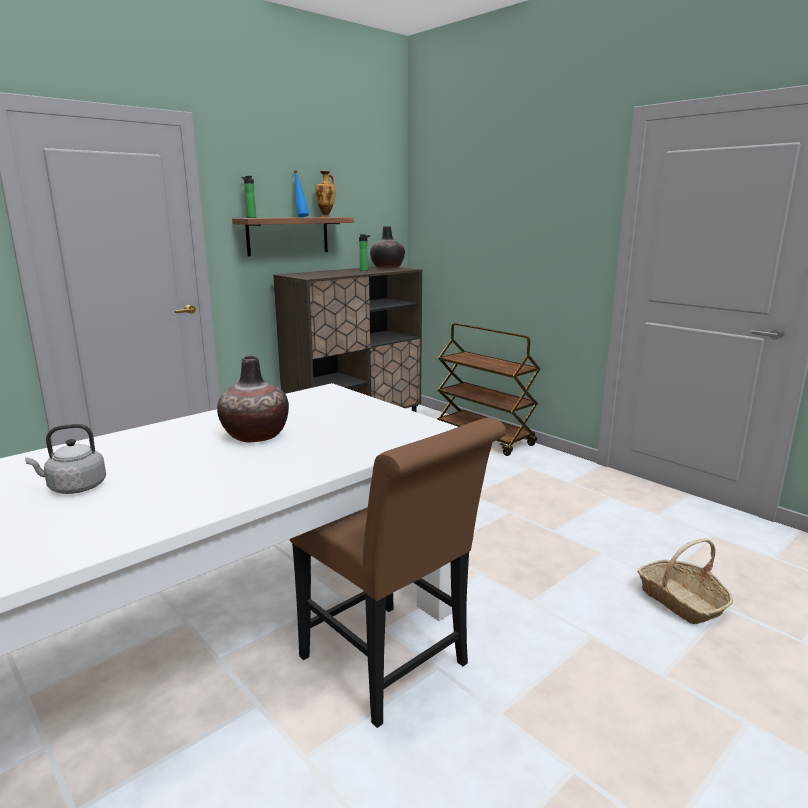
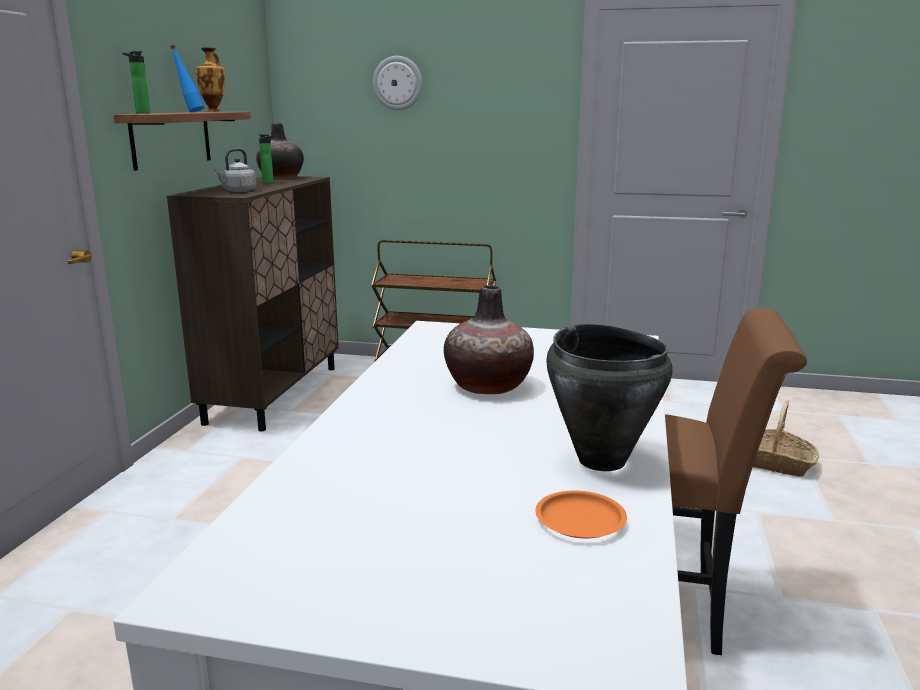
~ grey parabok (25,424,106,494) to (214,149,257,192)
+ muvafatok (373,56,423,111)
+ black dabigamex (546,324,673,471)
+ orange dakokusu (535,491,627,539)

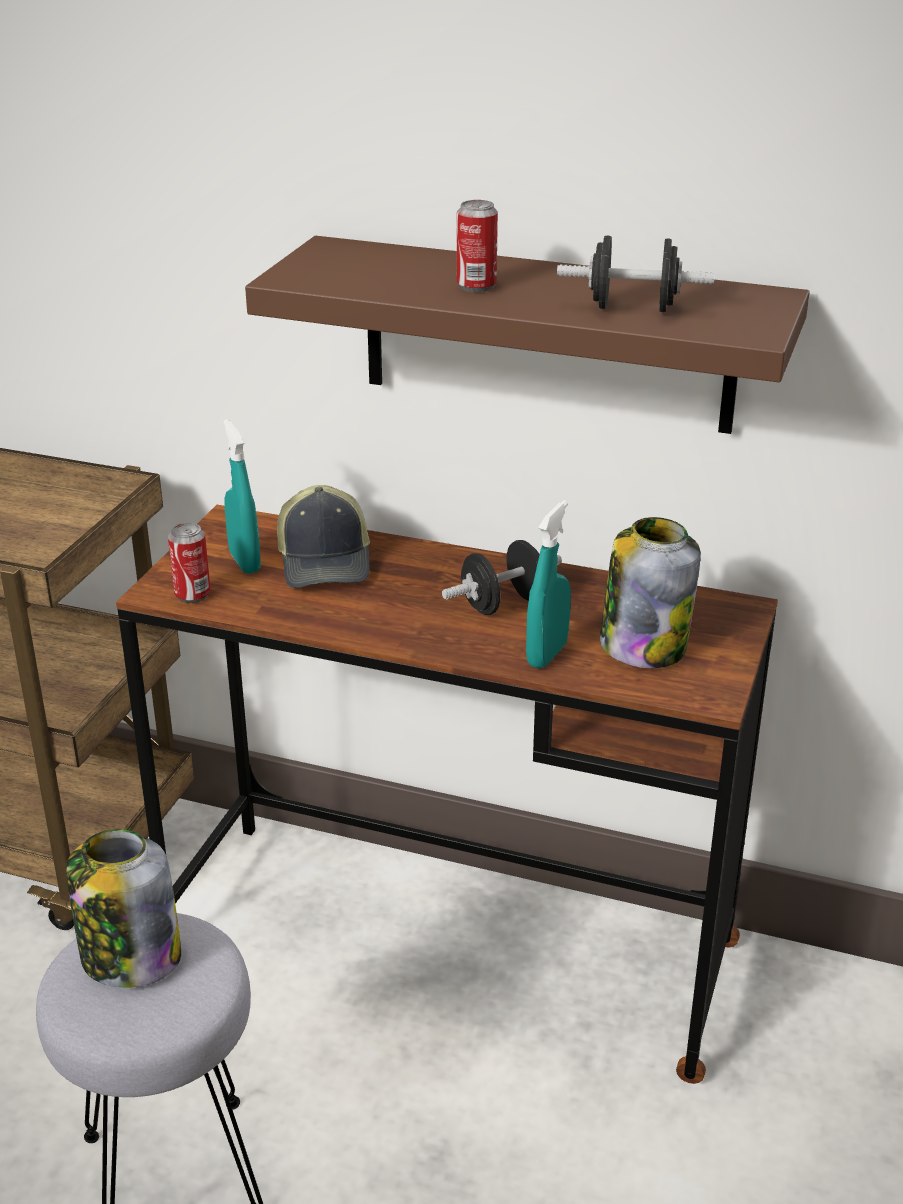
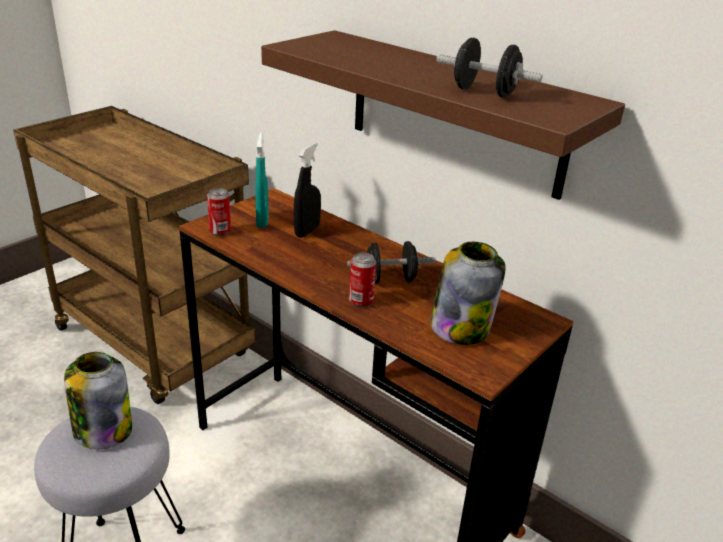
~ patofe (457,200,498,292) to (349,252,376,308)
~ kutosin (277,485,370,588) to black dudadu (294,143,321,238)
- turquoise dudadu (526,500,571,669)

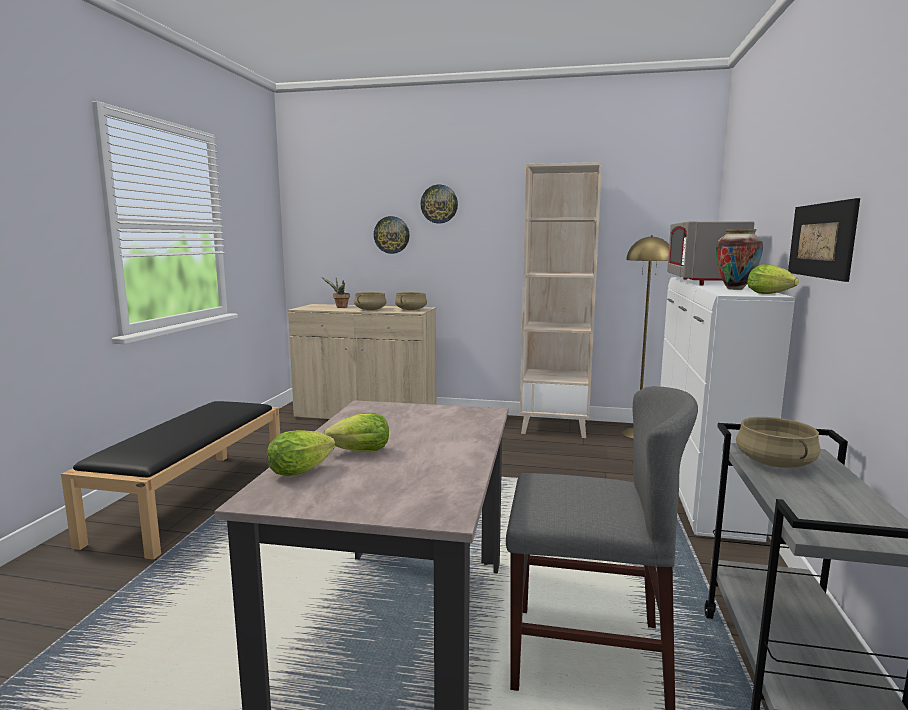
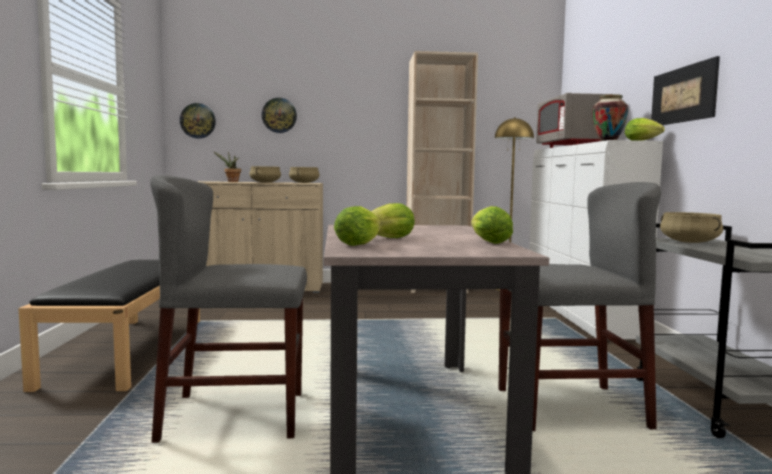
~ muvafatok (421,185,458,223) to (180,103,216,139)
+ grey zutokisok (150,175,307,443)
+ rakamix (471,206,513,244)

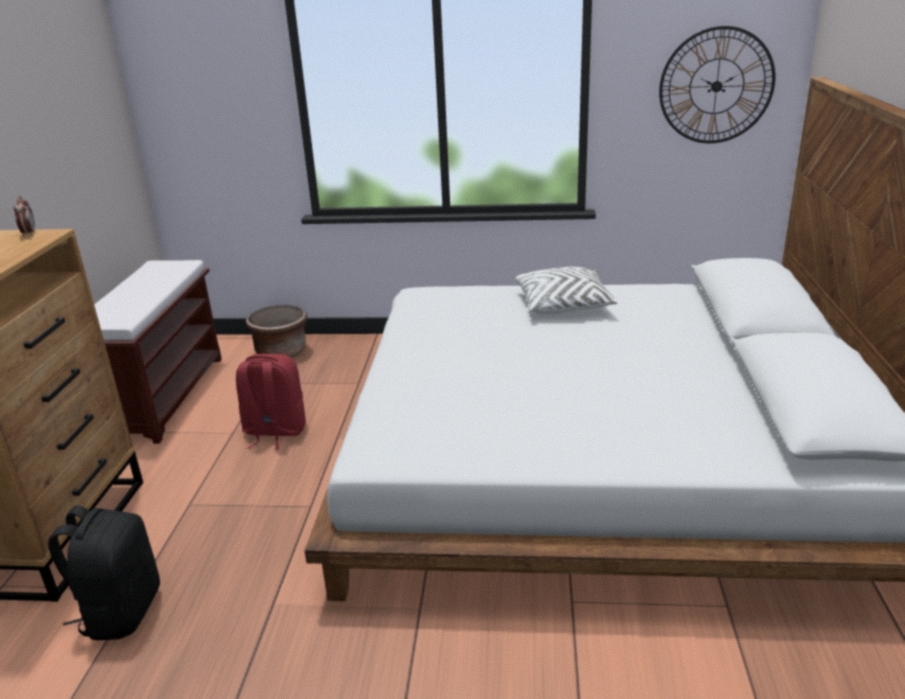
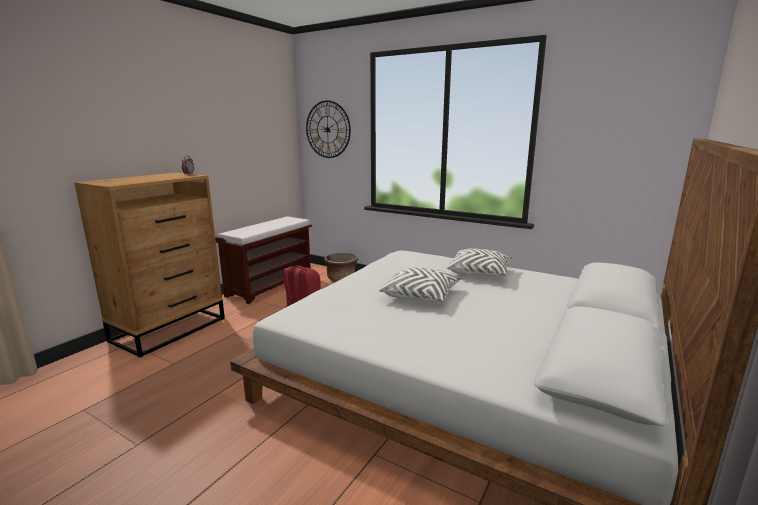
~ muvafatok (659,26,775,143) to (306,100,351,158)
- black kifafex (48,506,160,640)
+ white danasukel (379,267,462,302)

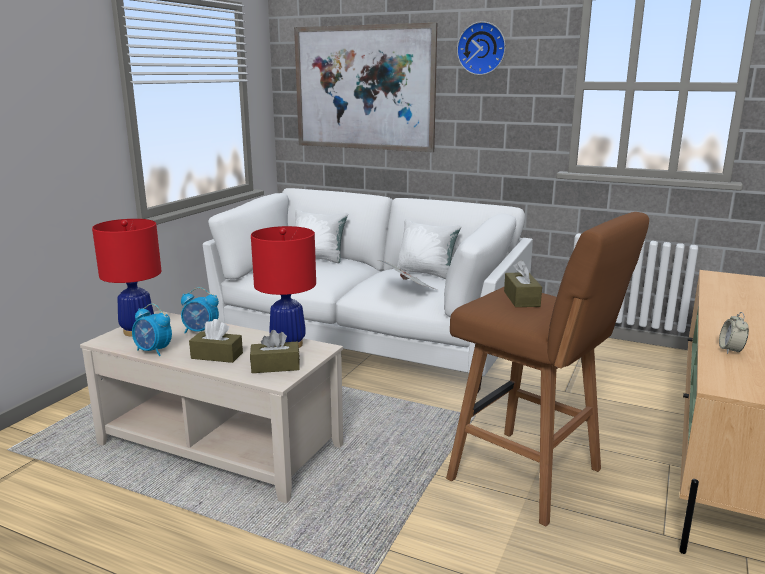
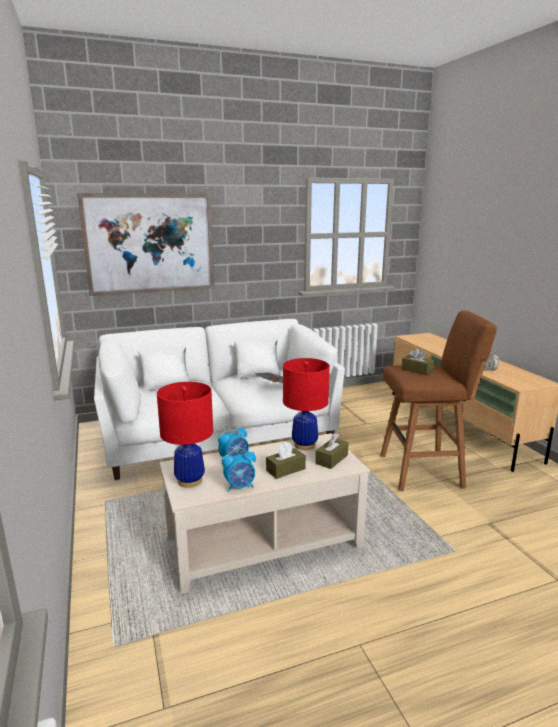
- muvafatok (457,21,506,75)

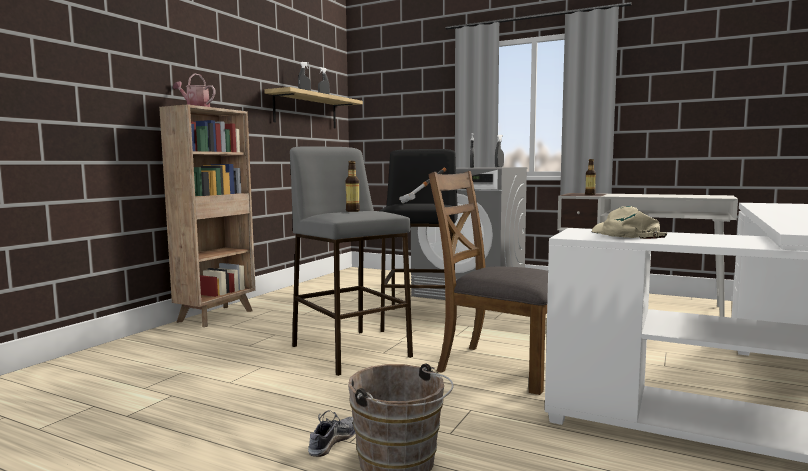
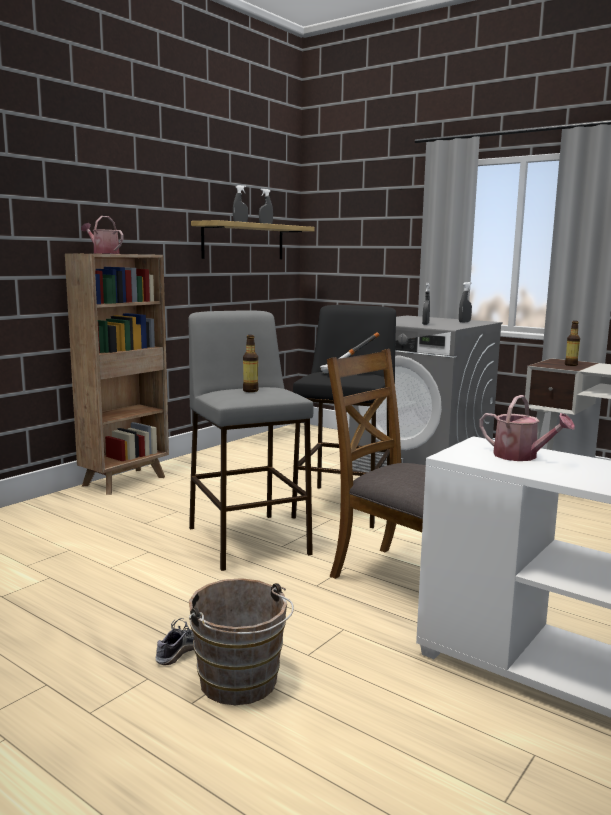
~ beige kutosin (592,206,667,239) to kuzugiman (479,395,575,461)

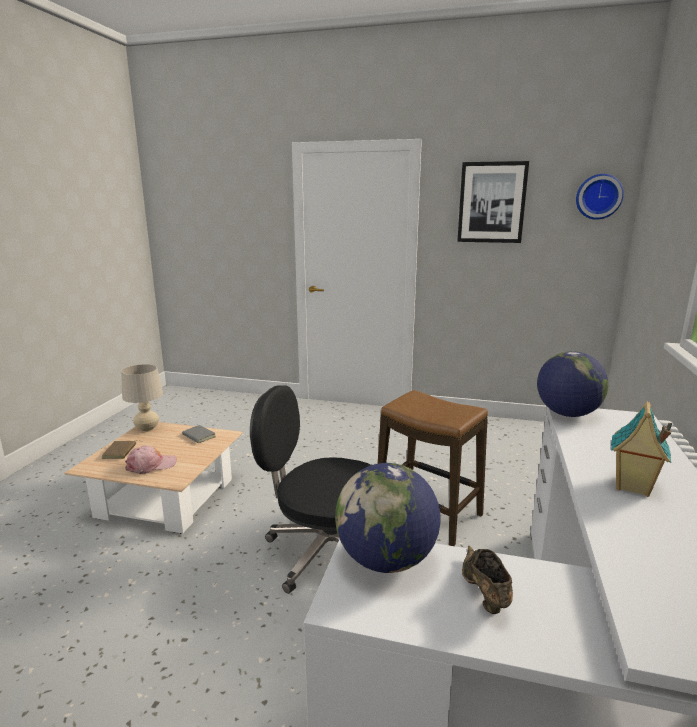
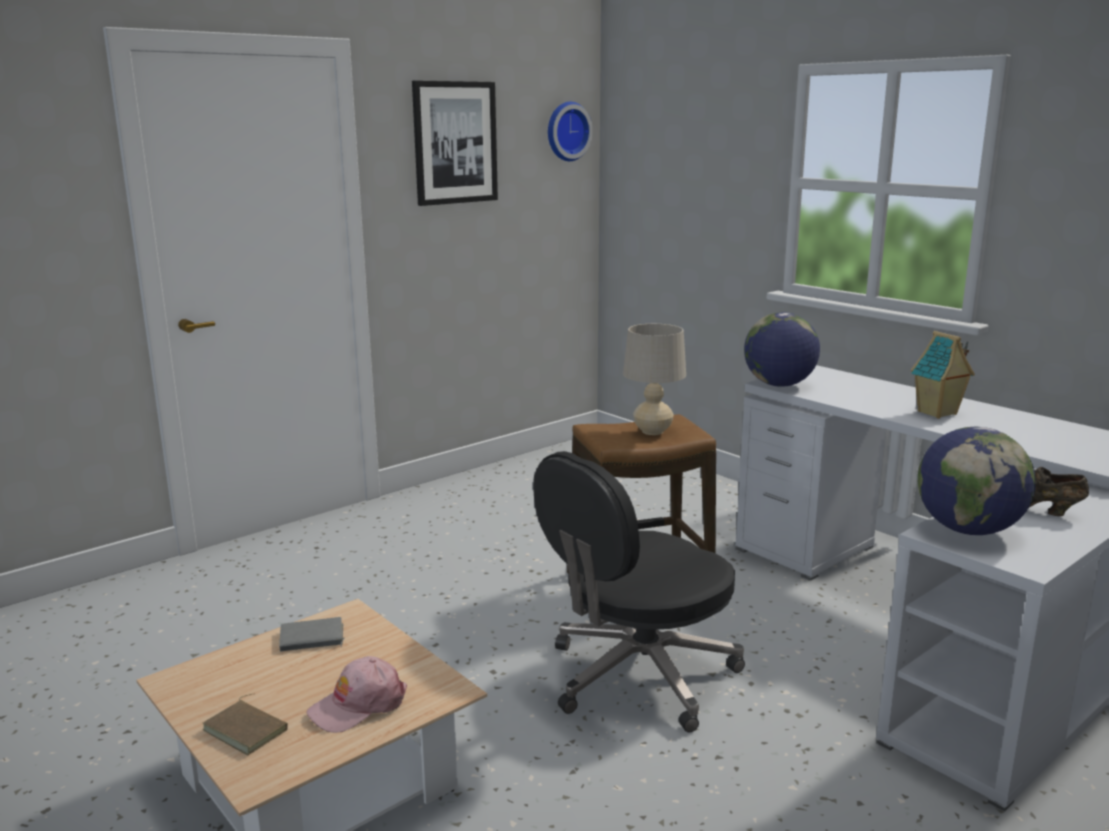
~ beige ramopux (121,364,163,432) to (623,324,686,435)
~ pink kutosin (125,445,177,474) = (307,656,407,733) 135 degrees counterclockwise

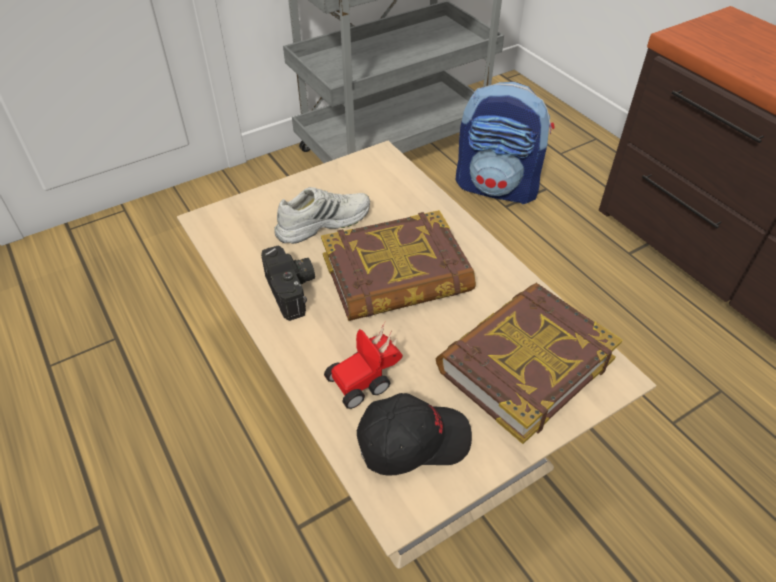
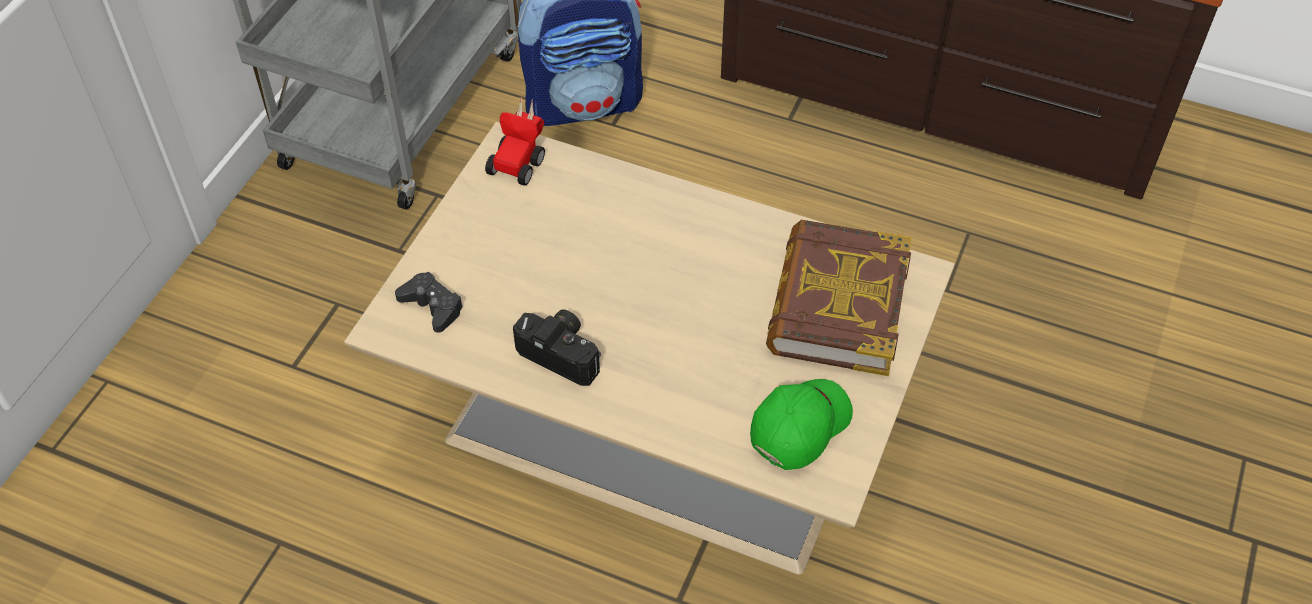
- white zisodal (274,187,370,244)
- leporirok (321,210,476,321)
~ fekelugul (324,322,403,409) to (485,94,545,186)
~ black kutosin (357,393,472,475) to green kutosin (750,379,853,470)
+ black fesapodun (395,272,463,333)

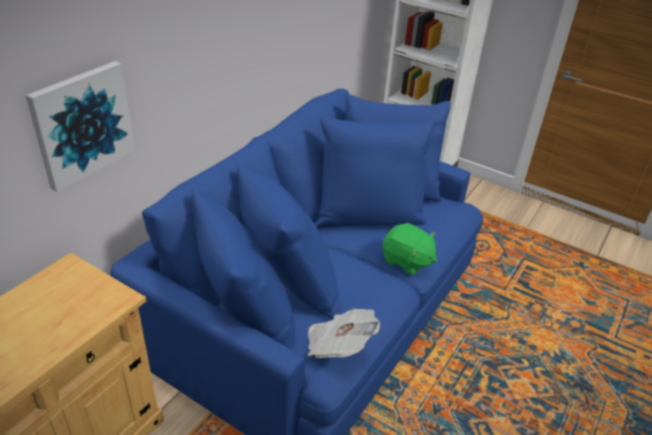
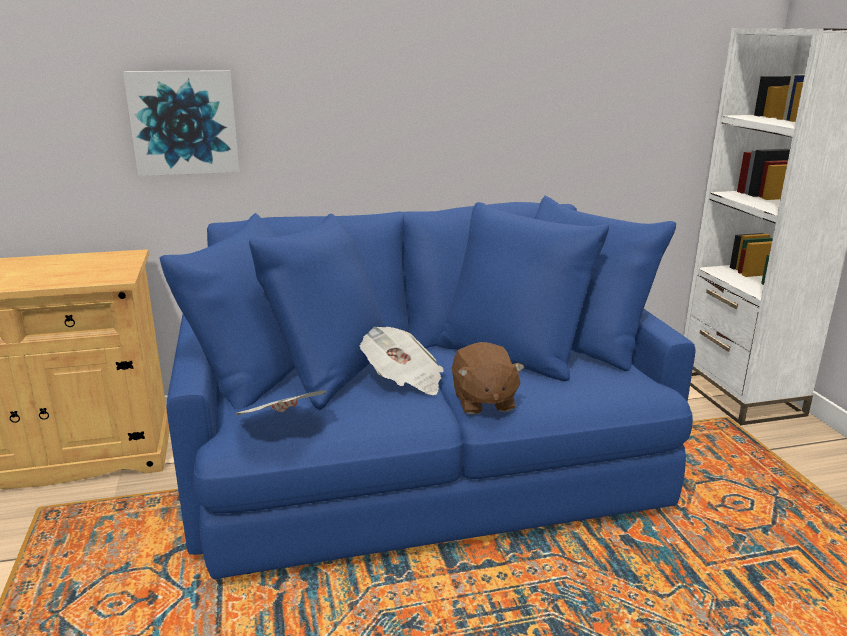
~ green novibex (382,223,437,276) to brown novibex (452,342,524,414)
+ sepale (360,327,444,395)

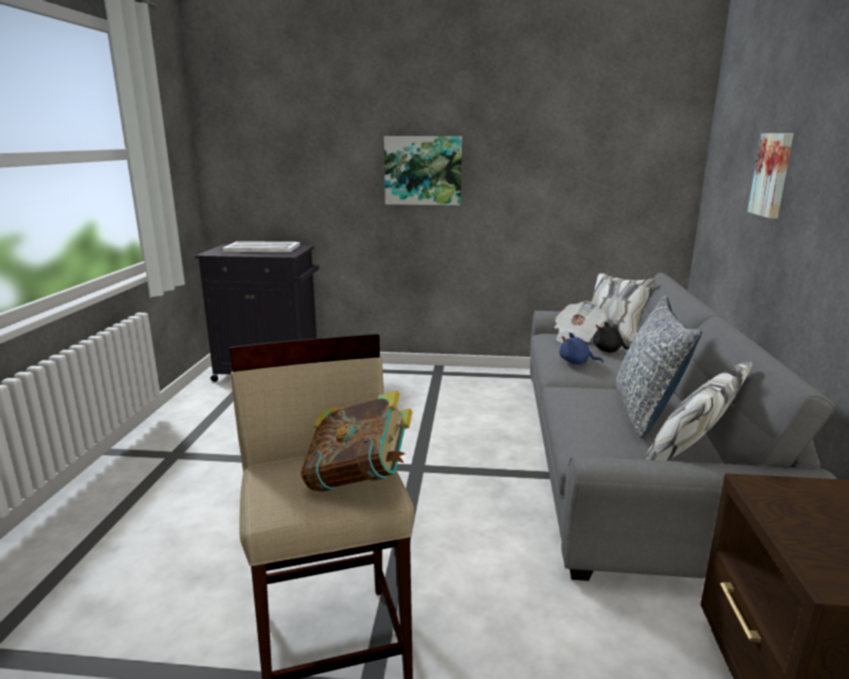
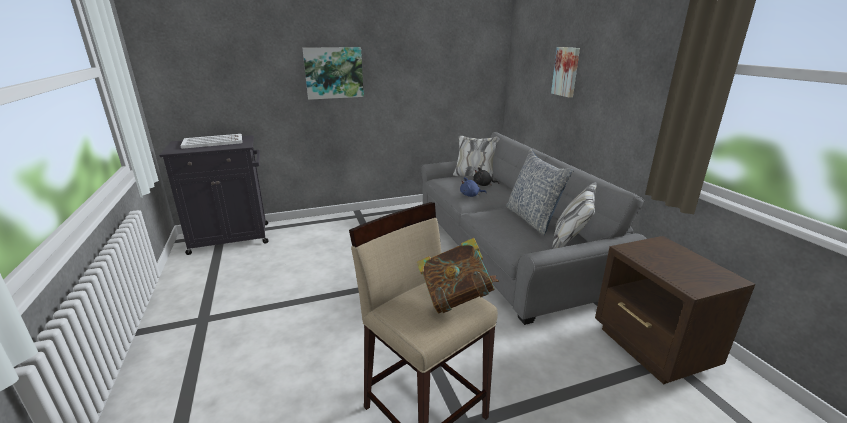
- sepale (554,301,608,343)

